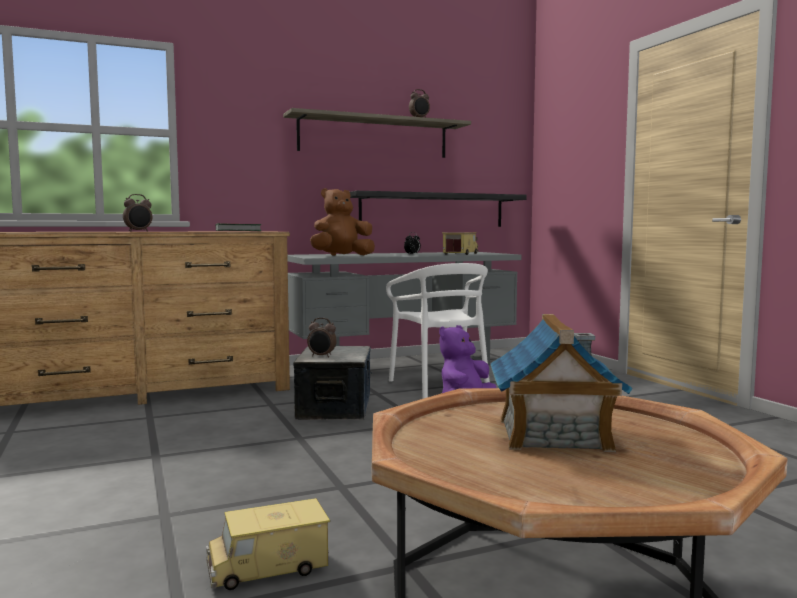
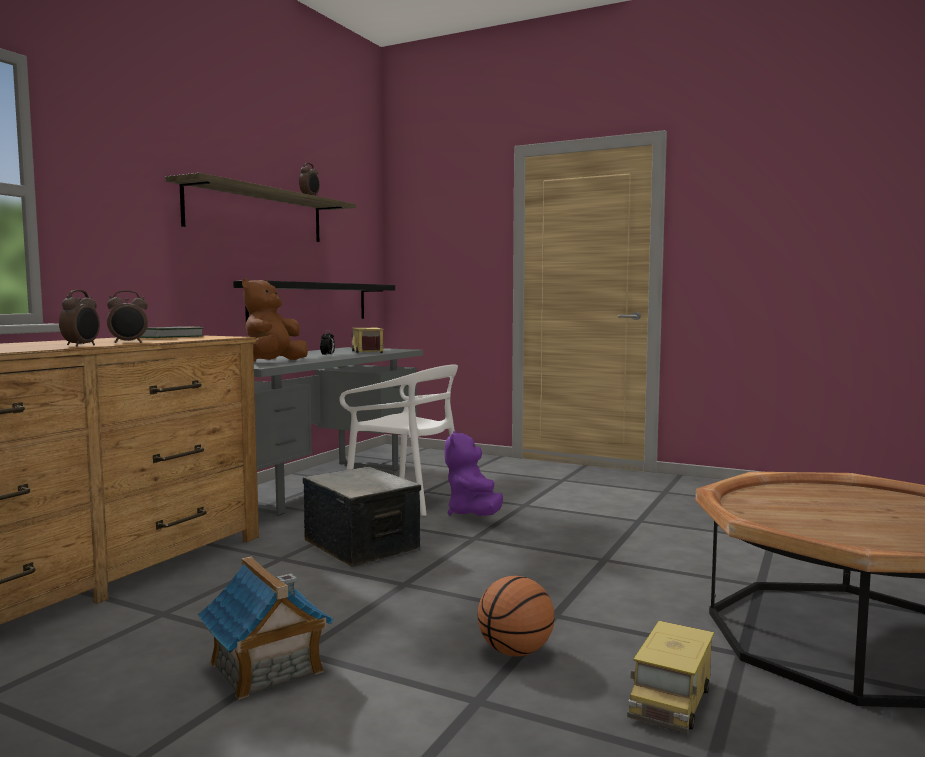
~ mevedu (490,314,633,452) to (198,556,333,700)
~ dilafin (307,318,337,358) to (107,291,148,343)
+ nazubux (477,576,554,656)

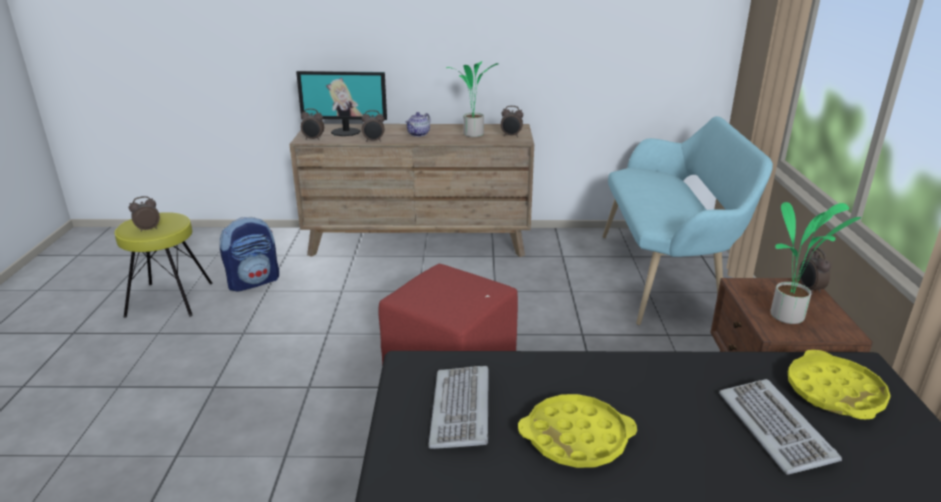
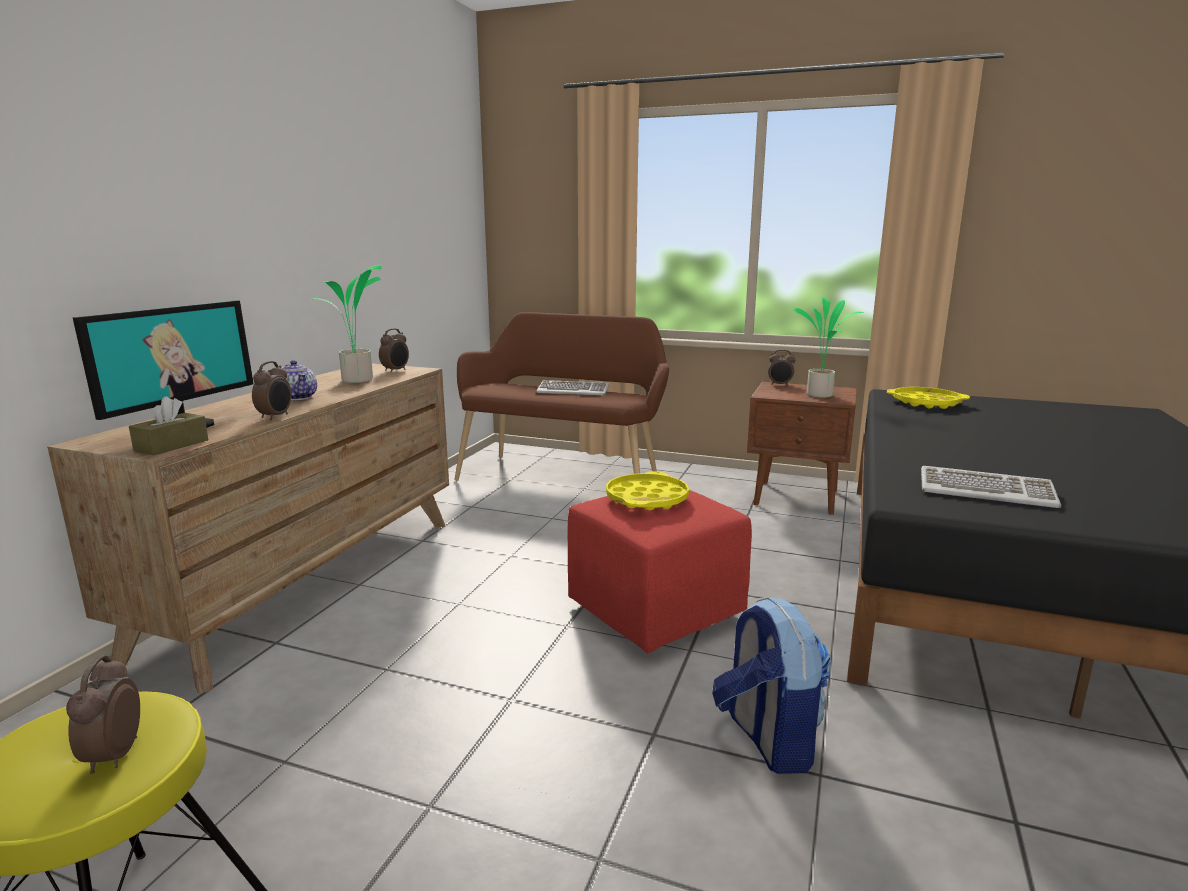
~ dilafin (301,108,324,140) to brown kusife (129,396,209,455)
~ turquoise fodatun (602,116,773,325) to brown fodatun (454,312,669,481)
~ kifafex (220,217,279,291) to (712,598,831,774)
~ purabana (719,379,842,475) to (536,380,609,395)
~ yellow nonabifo (518,394,637,468) to (606,471,689,510)

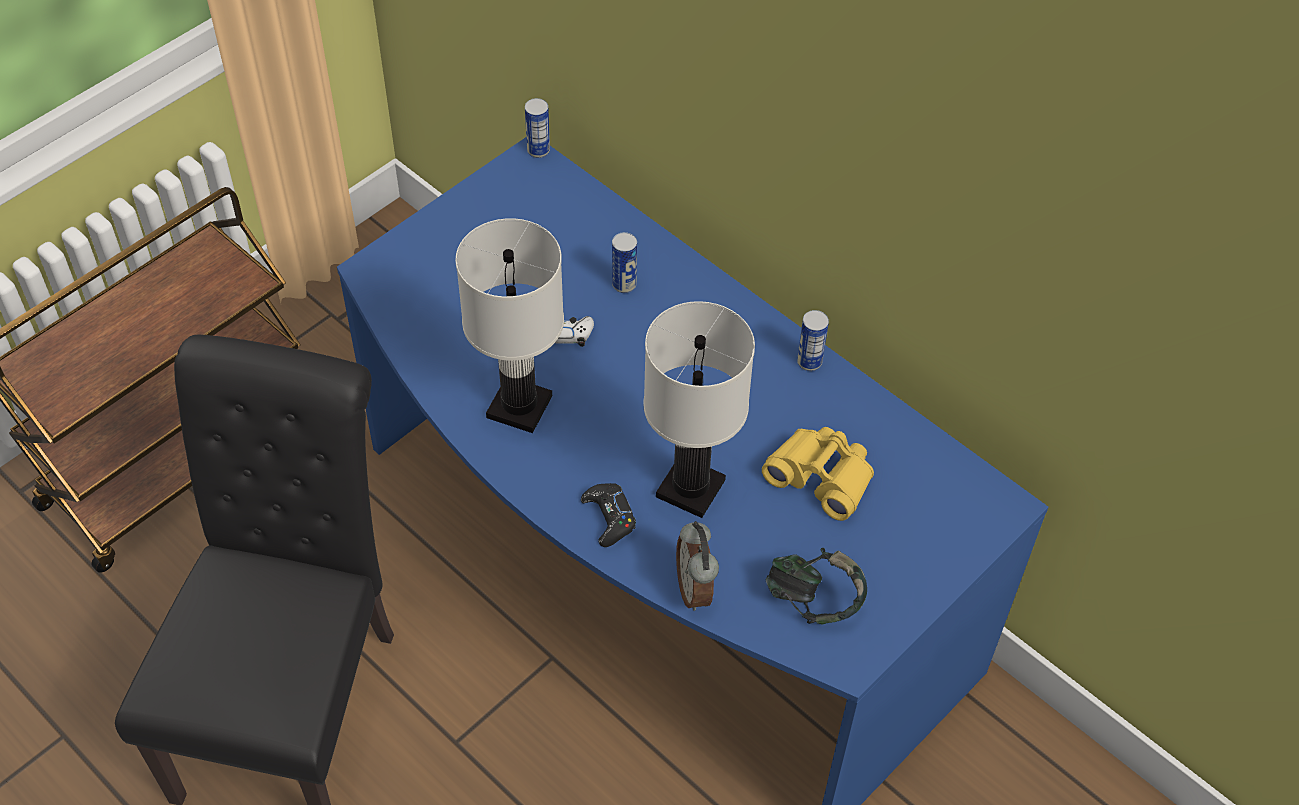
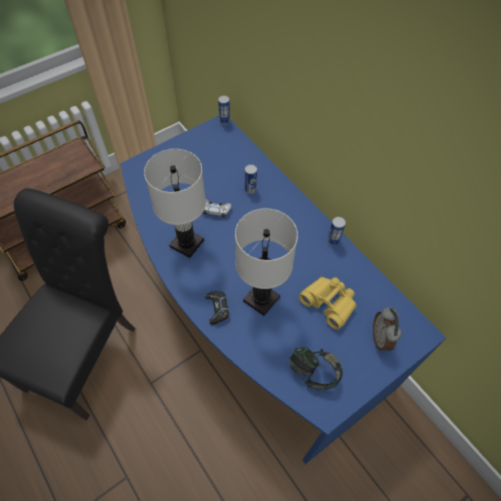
~ dilafin (676,521,719,611) to (373,307,402,351)

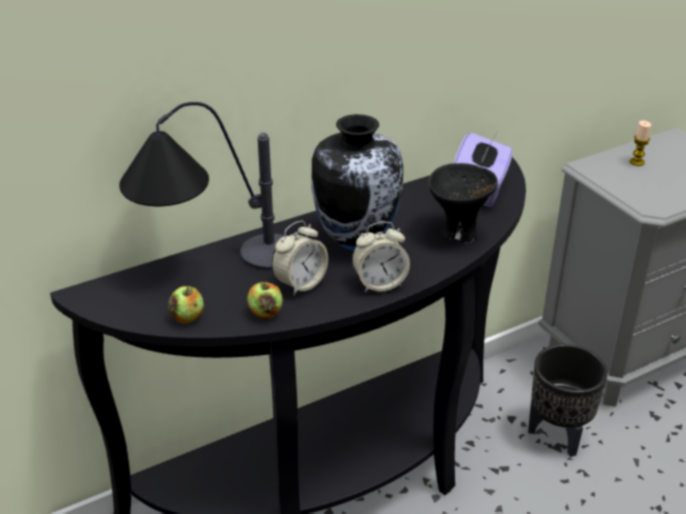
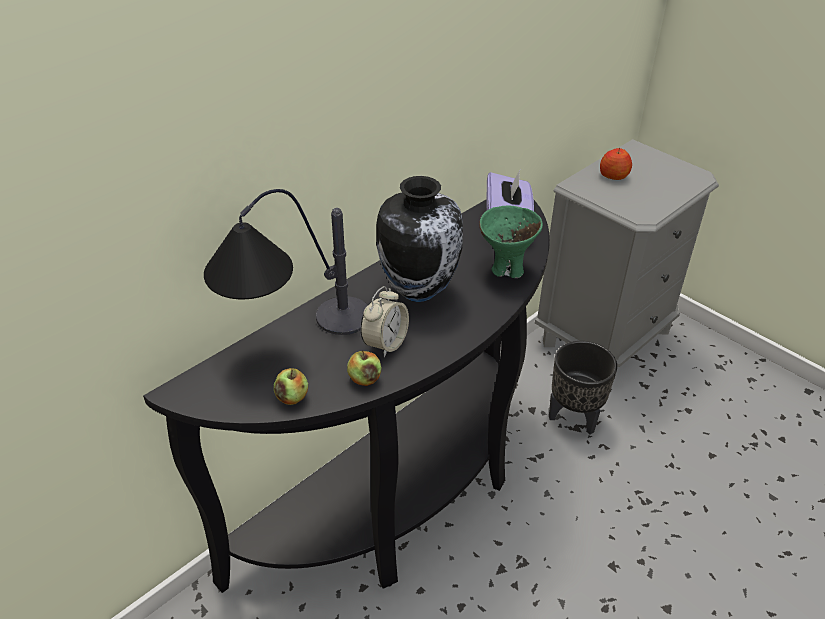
~ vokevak (630,120,651,166) to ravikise (600,148,632,180)
~ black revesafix (428,163,498,243) to green revesafix (479,206,543,278)
- dilafin (352,222,410,292)

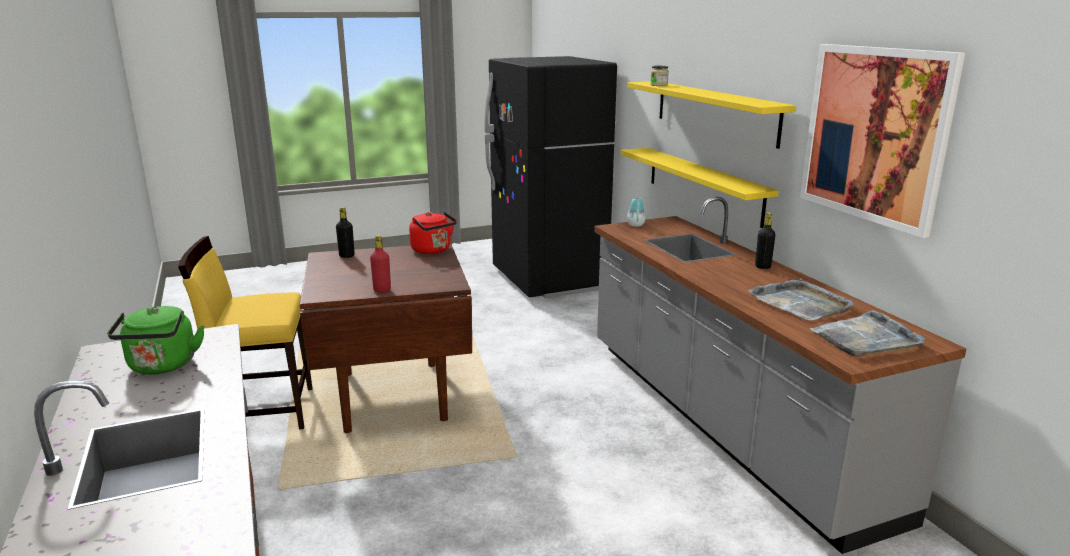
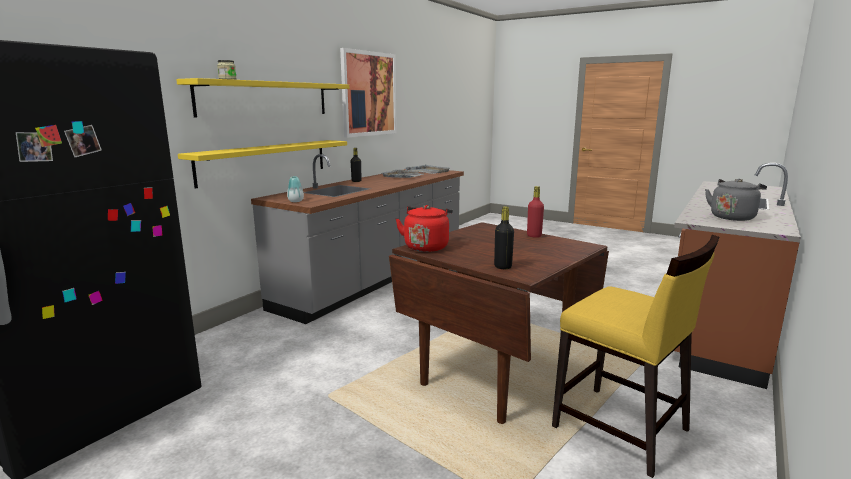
~ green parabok (107,306,204,374) to grey parabok (705,179,767,221)

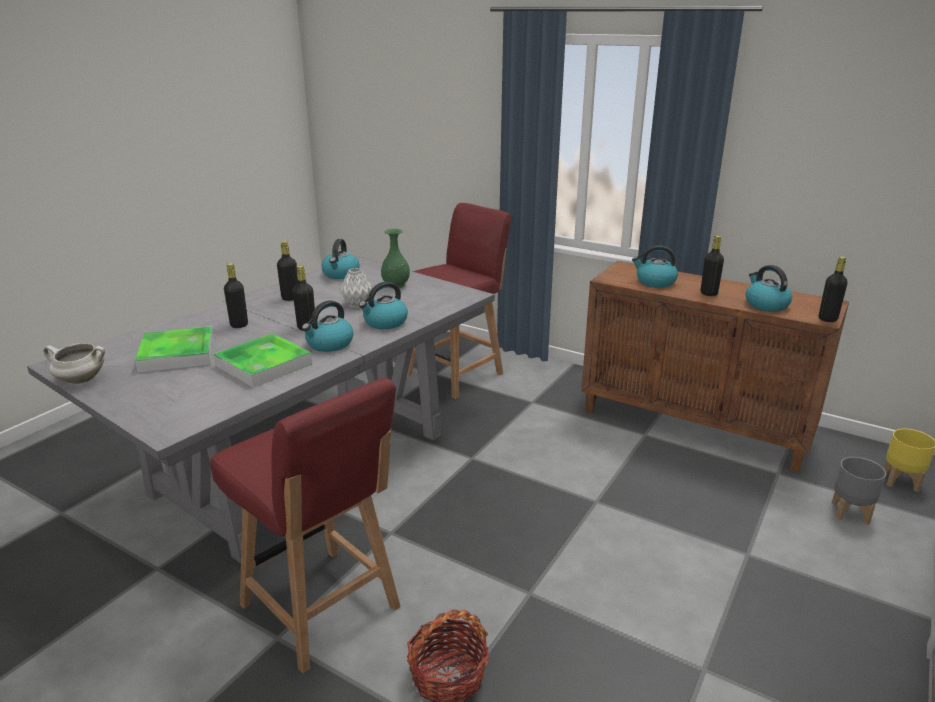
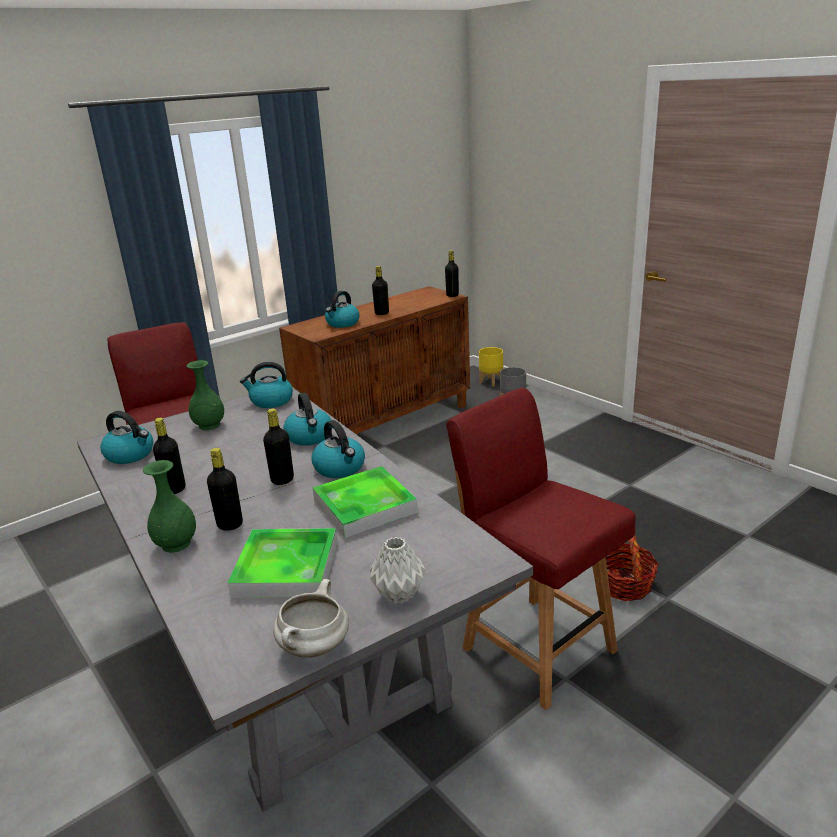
~ parabok (746,265,792,312) to (240,362,293,408)
~ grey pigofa (340,268,373,308) to (370,537,426,604)
~ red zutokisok (210,378,401,673) = (446,388,636,710) 105 degrees counterclockwise
+ green pigofa (143,460,196,553)

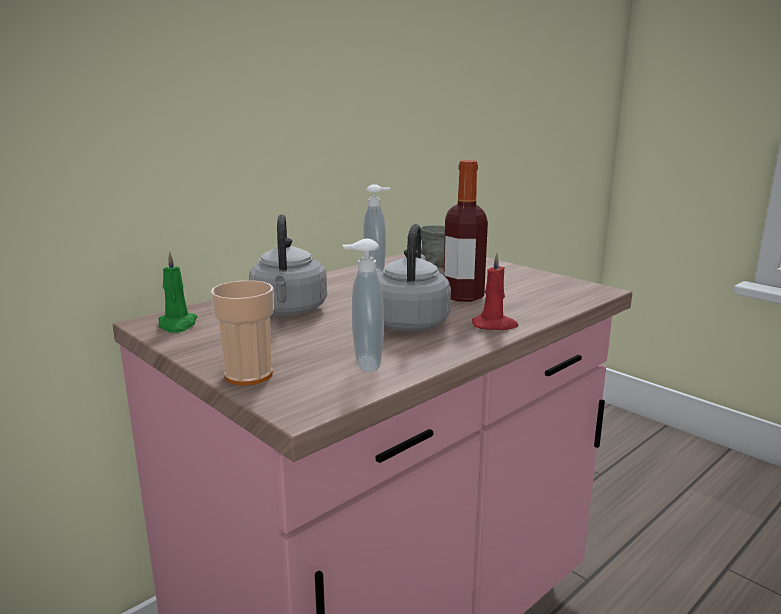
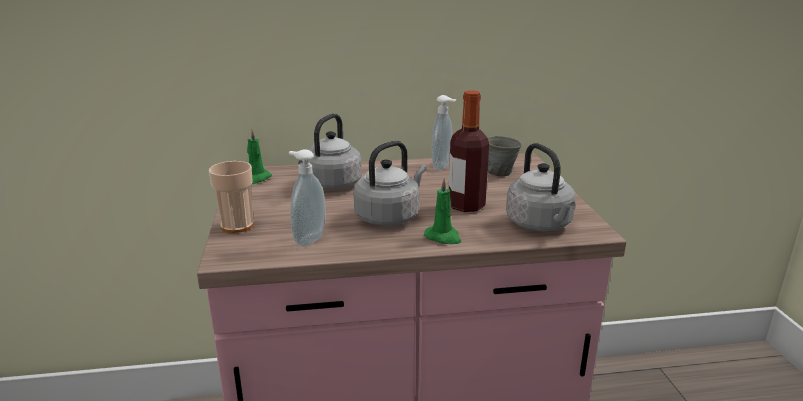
~ red vokevak (472,253,518,330) to green vokevak (424,178,461,244)
+ grey parabok (506,143,576,232)

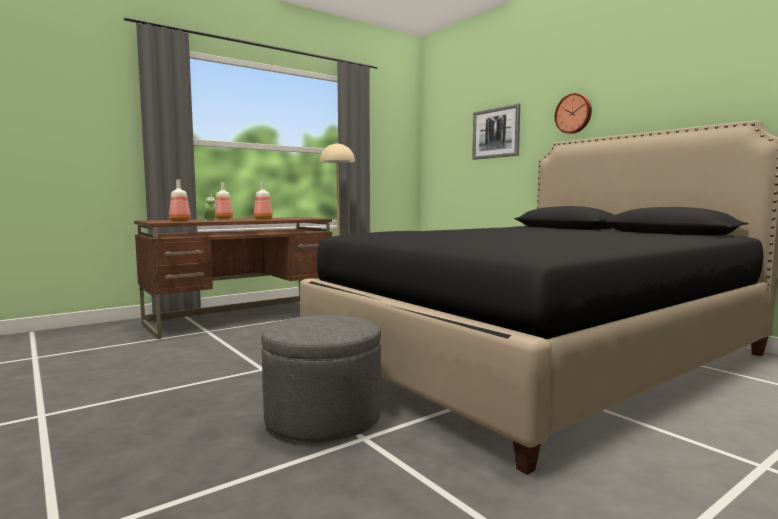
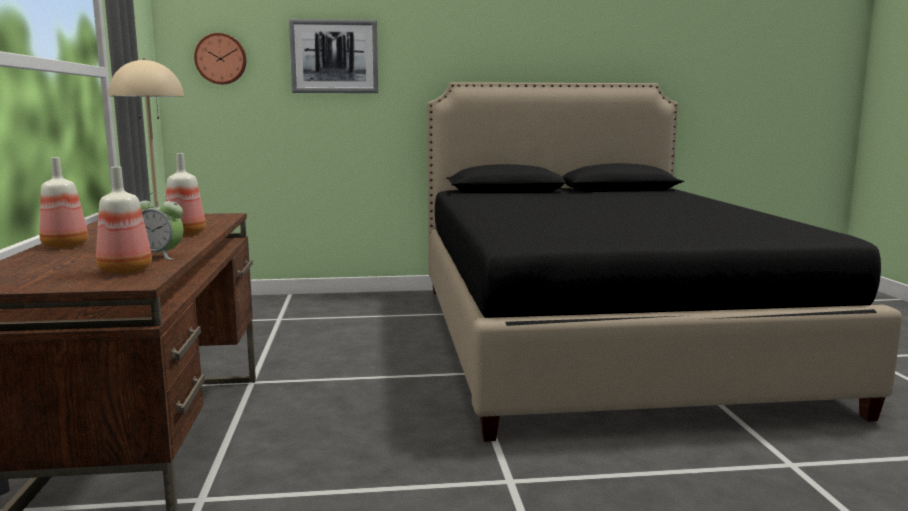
~ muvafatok (555,93,592,134) to (194,33,246,84)
- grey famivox (261,315,381,442)

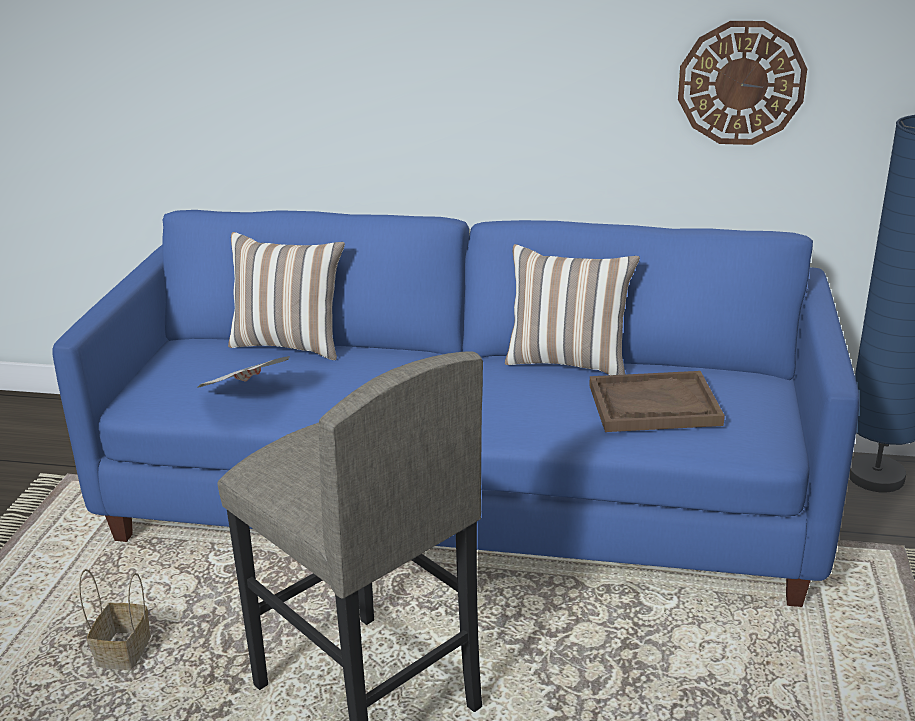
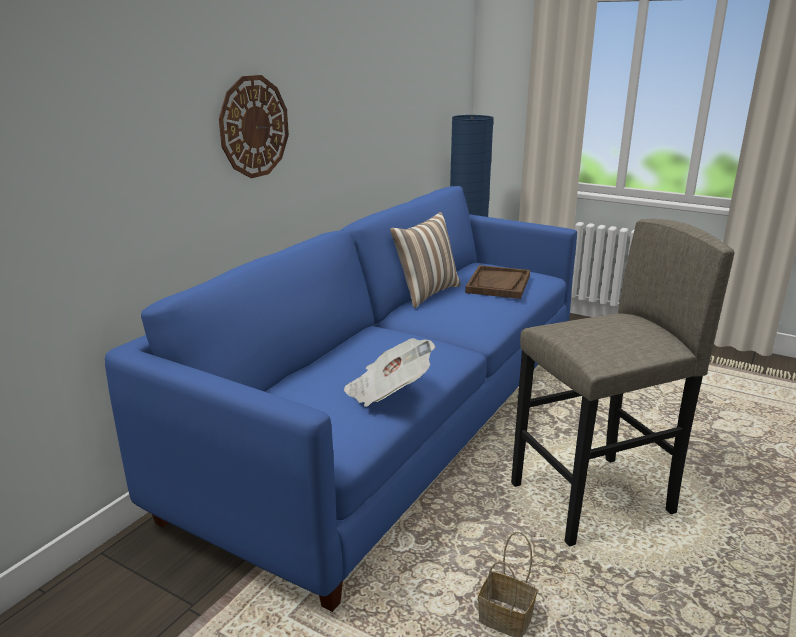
~ muvafatok (678,21,807,145) to (219,75,289,178)
- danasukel (228,232,345,360)

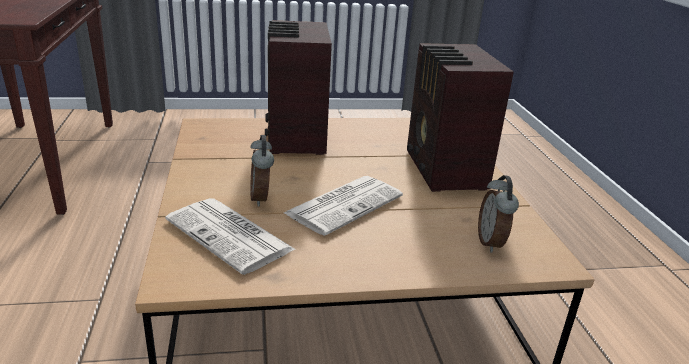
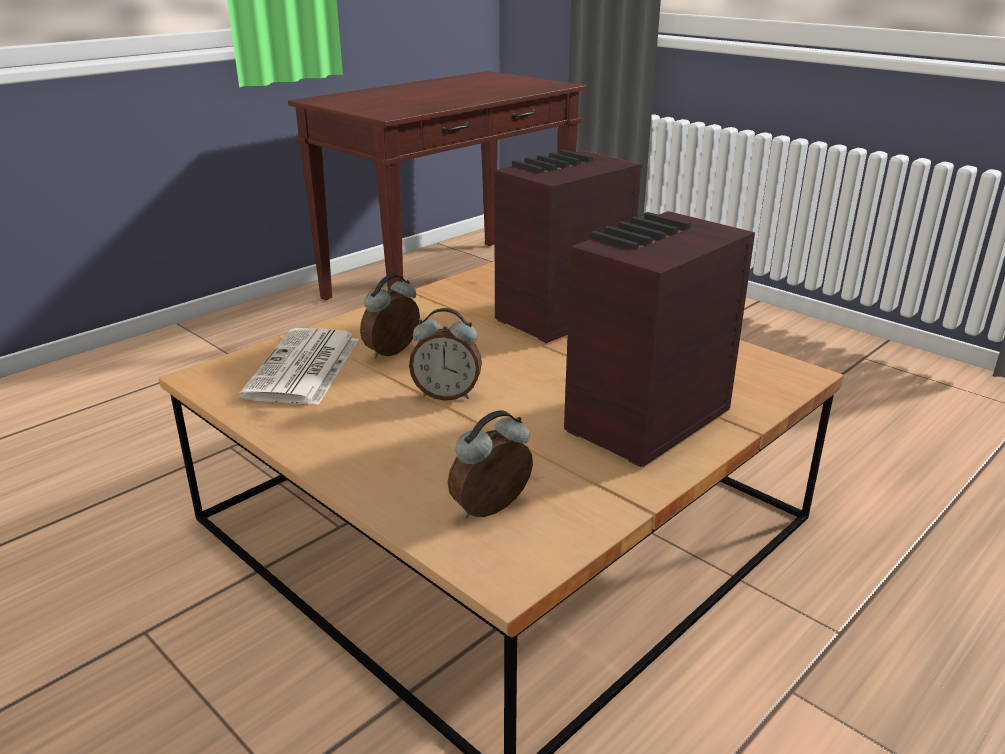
~ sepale (284,176,403,236) to dilafin (409,308,482,401)

